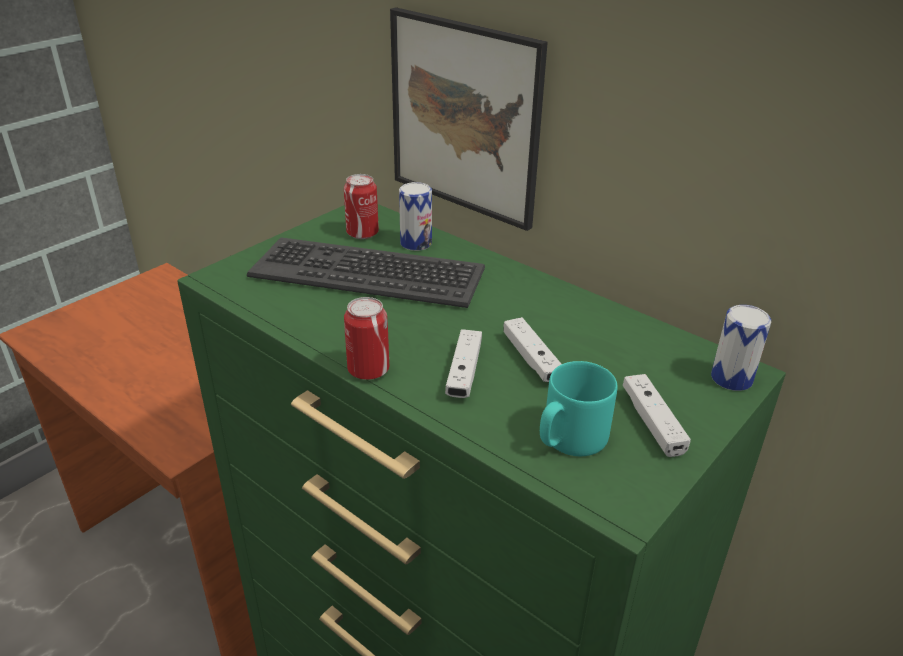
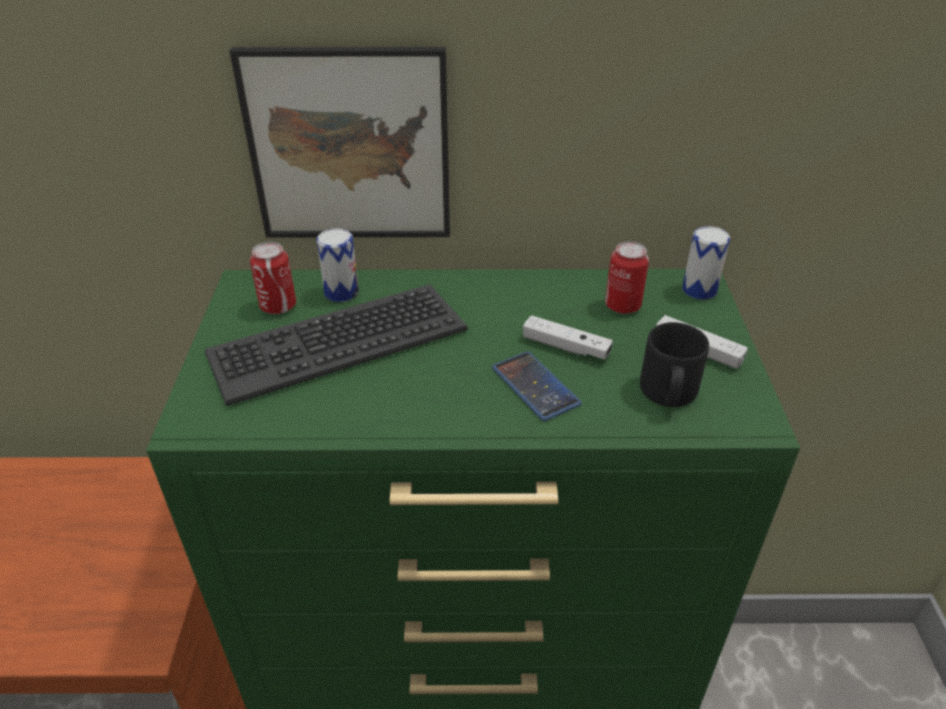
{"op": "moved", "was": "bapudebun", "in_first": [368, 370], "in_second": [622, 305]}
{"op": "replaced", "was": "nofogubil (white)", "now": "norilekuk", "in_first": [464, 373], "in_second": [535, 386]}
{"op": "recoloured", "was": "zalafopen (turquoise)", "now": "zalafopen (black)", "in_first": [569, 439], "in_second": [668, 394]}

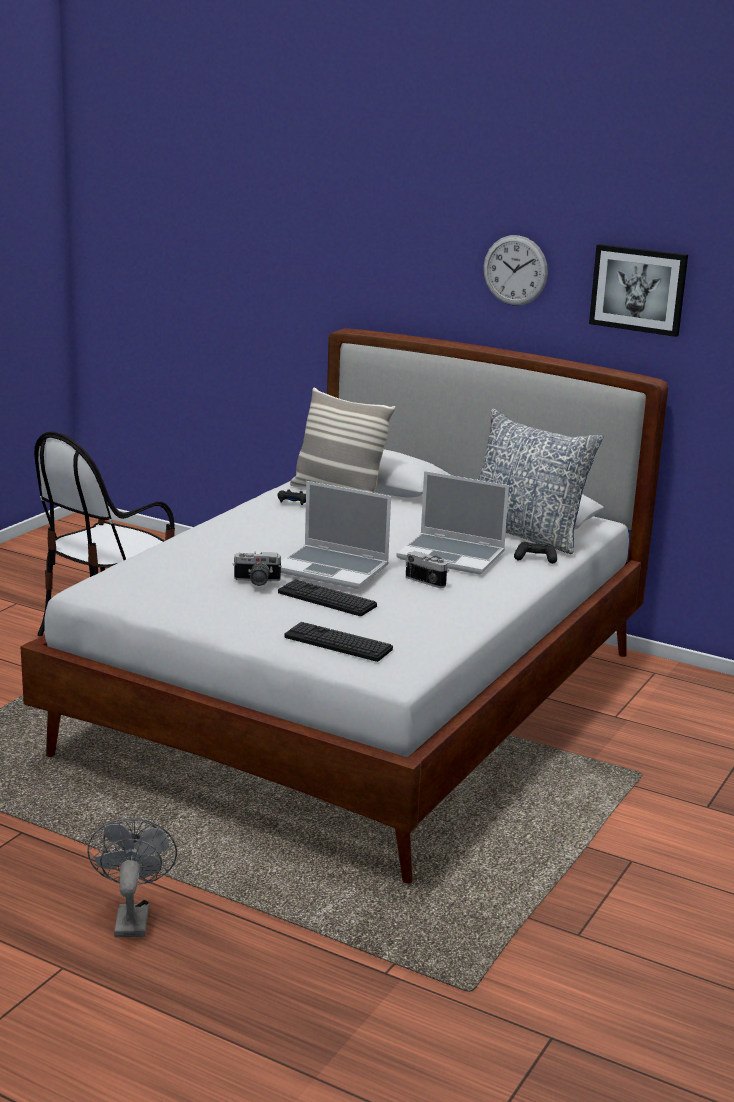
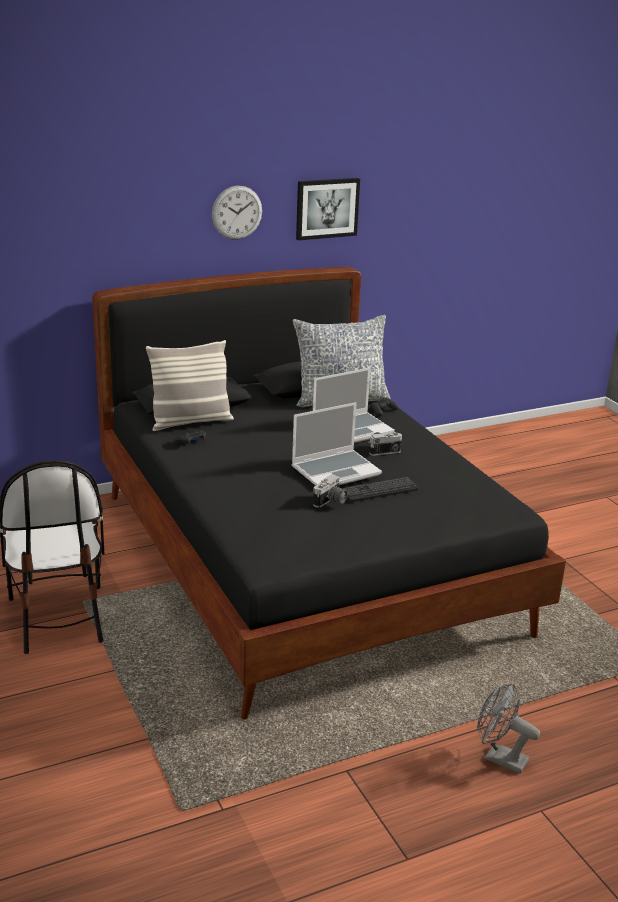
{"op": "recoloured", "was": "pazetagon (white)", "now": "pazetagon (black)", "in_first": [362, 704], "in_second": [305, 563]}
{"op": "removed", "was": "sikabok", "in_first": [338, 643]}

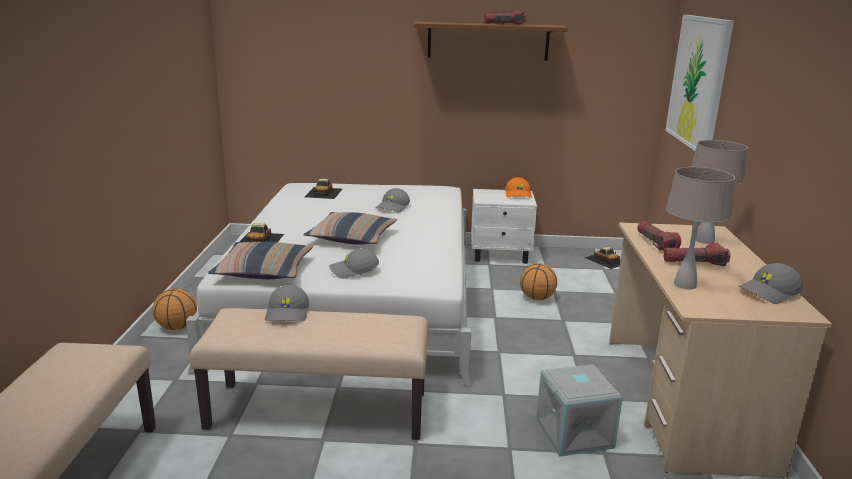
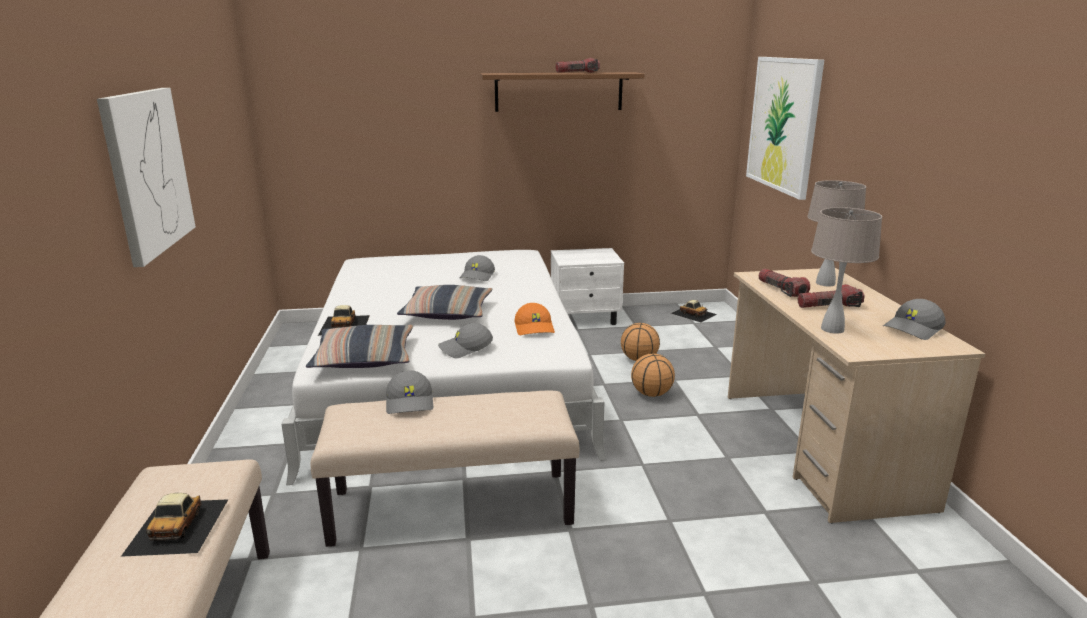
{"op": "moved", "was": "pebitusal", "in_first": [177, 327], "in_second": [652, 394]}
{"op": "moved", "was": "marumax", "in_first": [324, 192], "in_second": [178, 526]}
{"op": "moved", "was": "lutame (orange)", "in_first": [518, 194], "in_second": [535, 328]}
{"op": "removed", "was": "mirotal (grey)", "in_first": [574, 432]}
{"op": "added", "now": "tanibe", "in_second": [148, 172]}

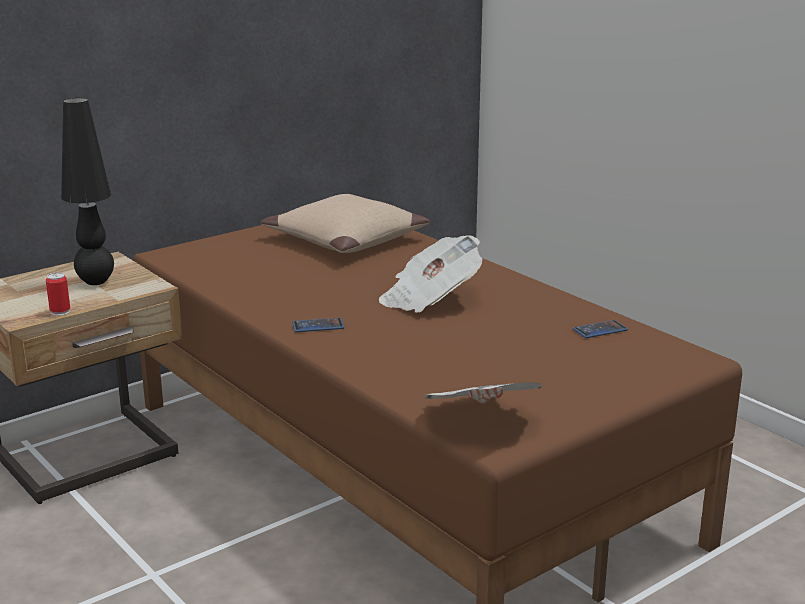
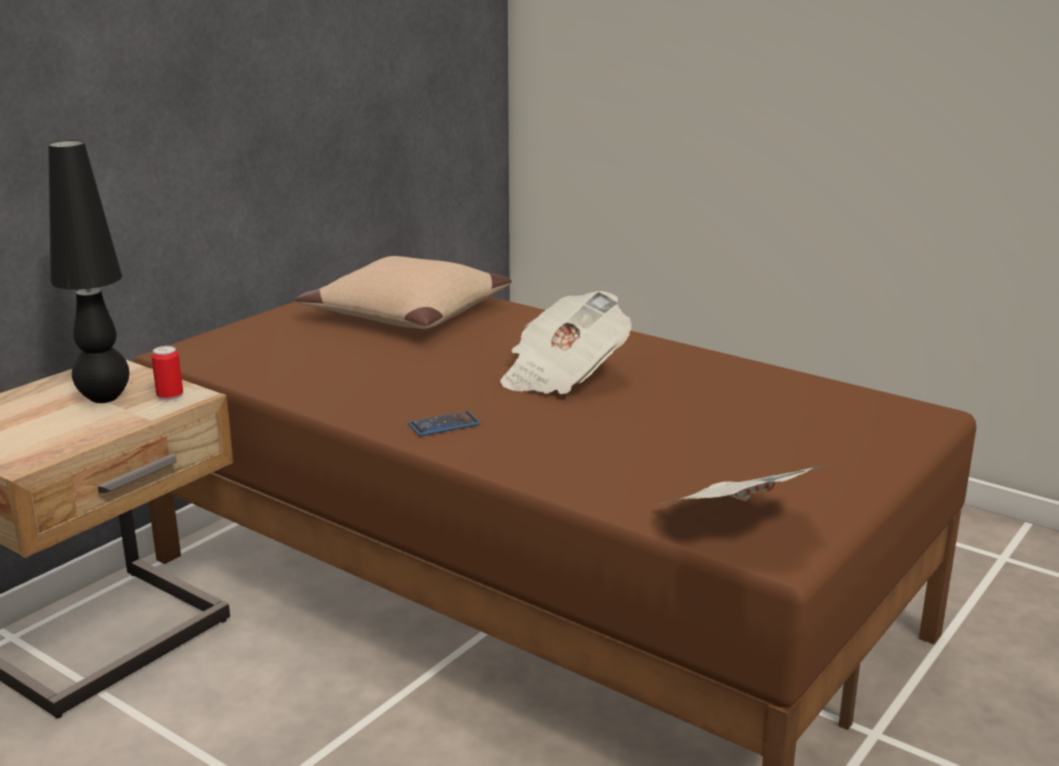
{"op": "moved", "was": "bapudebun", "in_first": [60, 312], "in_second": [170, 397]}
{"op": "removed", "was": "norilekuk", "in_first": [600, 330]}

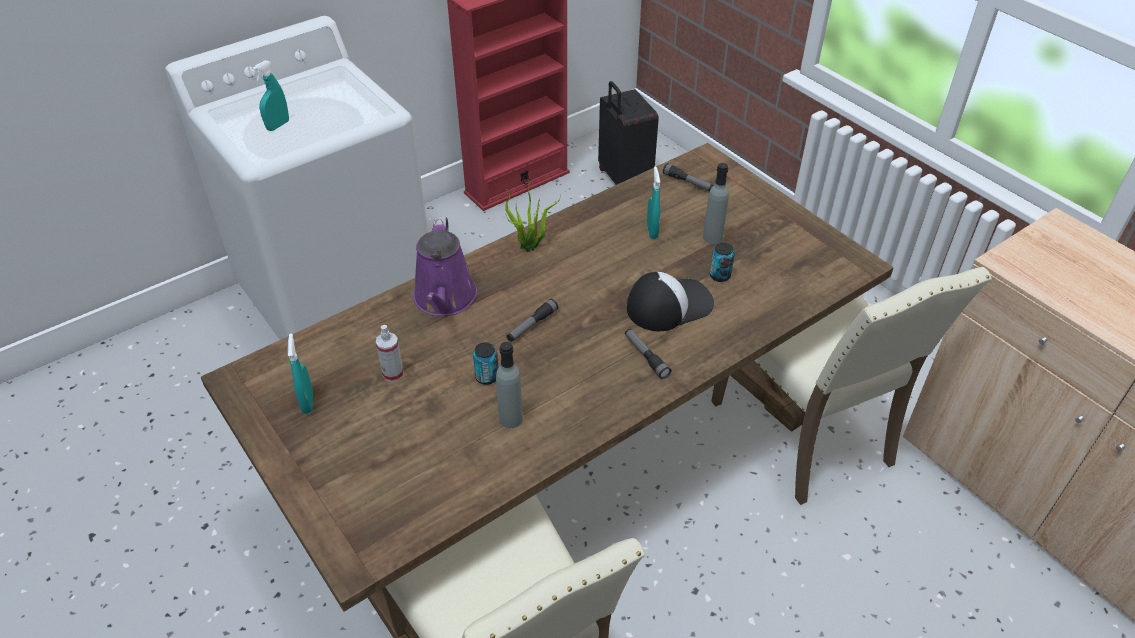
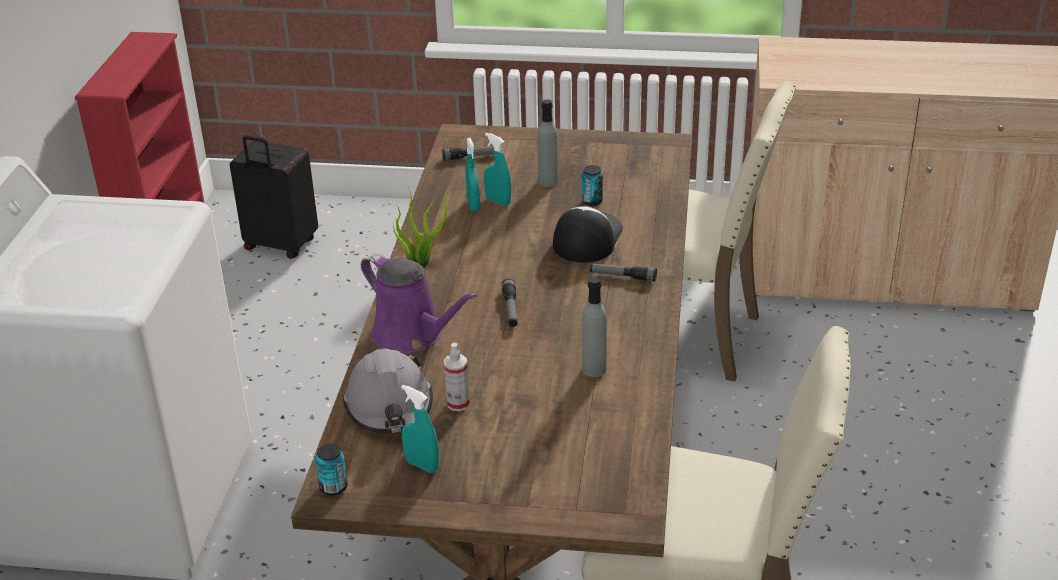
{"op": "moved", "was": "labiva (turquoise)", "in_first": [278, 125], "in_second": [473, 205]}
{"op": "moved", "was": "bapudebun", "in_first": [487, 377], "in_second": [333, 487]}
{"op": "added", "now": "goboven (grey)", "in_second": [389, 406]}

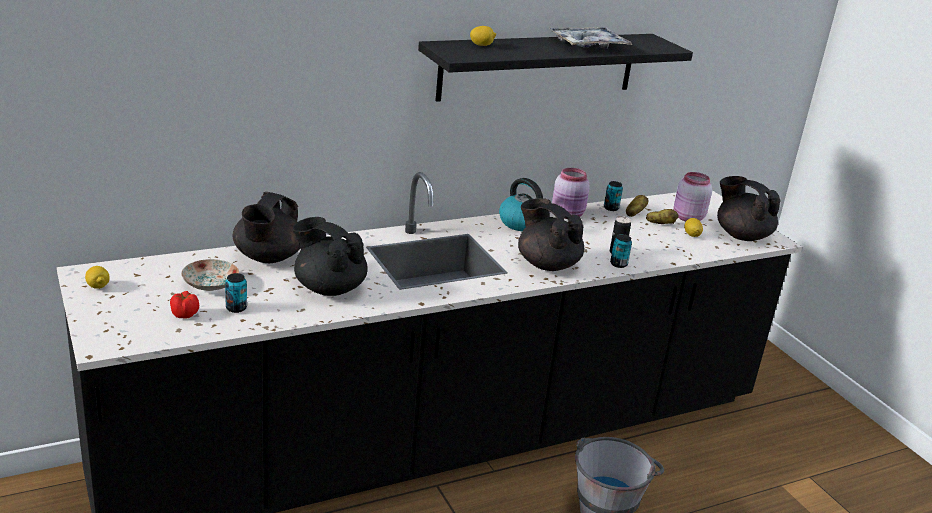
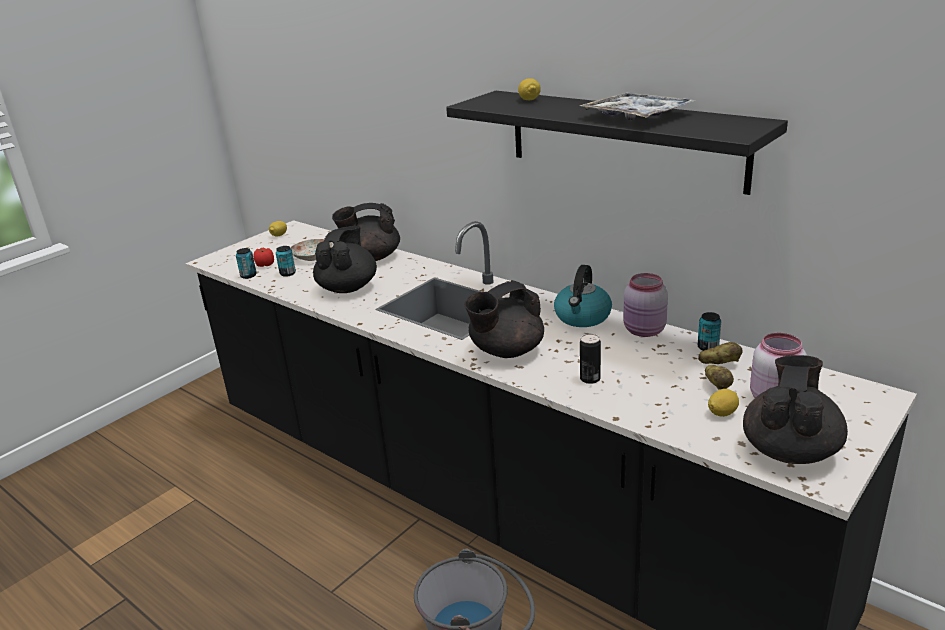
{"op": "turned", "was": "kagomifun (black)", "in_first": [547, 264], "in_second": [506, 351], "clockwise": -150}
{"op": "moved", "was": "bapudebun", "in_first": [618, 264], "in_second": [248, 275]}

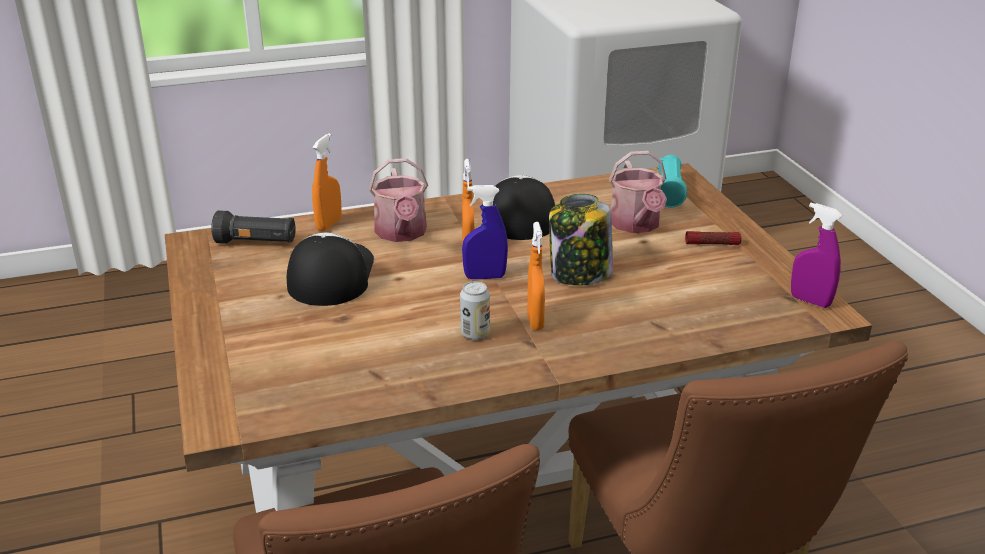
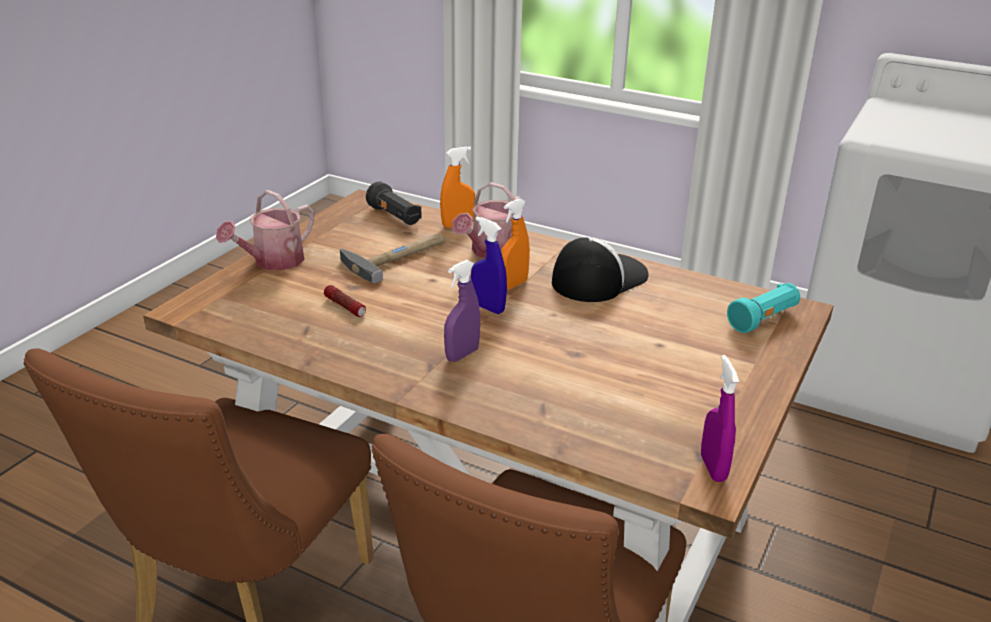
{"op": "replaced", "was": "lutame", "now": "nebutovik", "in_first": [330, 275], "in_second": [397, 257]}
{"op": "removed", "was": "bapudebun", "in_first": [475, 333]}
{"op": "recoloured", "was": "labiva (orange)", "now": "labiva (purple)", "in_first": [535, 321], "in_second": [462, 354]}
{"op": "removed", "was": "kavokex", "in_first": [579, 274]}
{"op": "moved", "was": "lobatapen", "in_first": [636, 225], "in_second": [273, 262]}
{"op": "moved", "was": "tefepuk", "in_first": [712, 244], "in_second": [345, 307]}

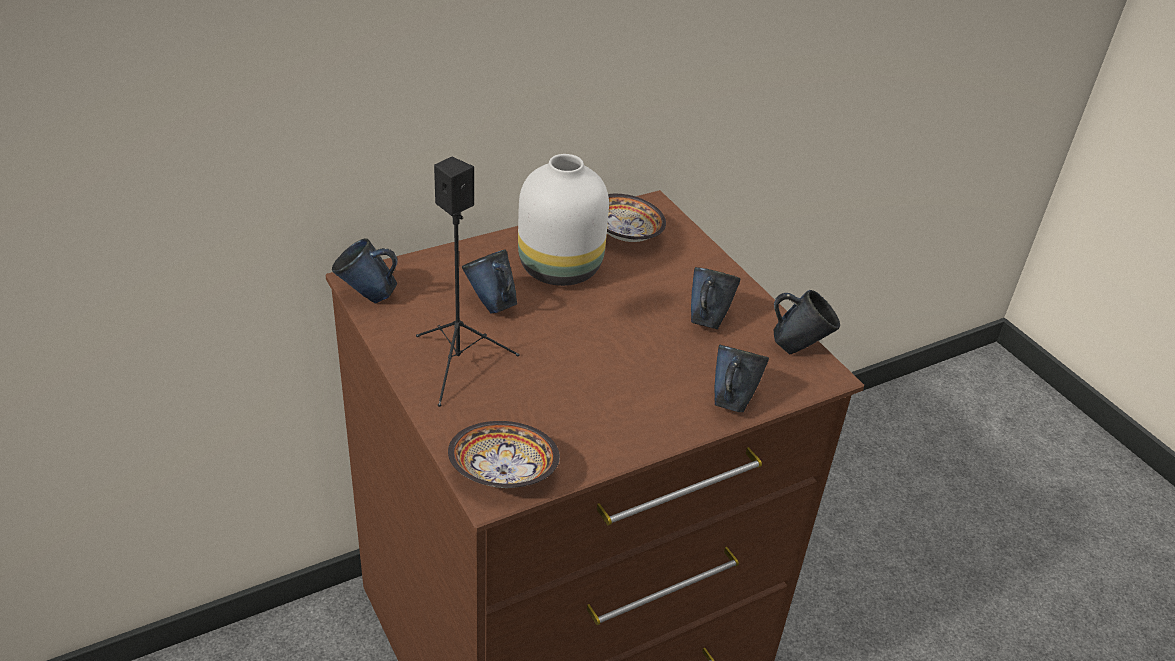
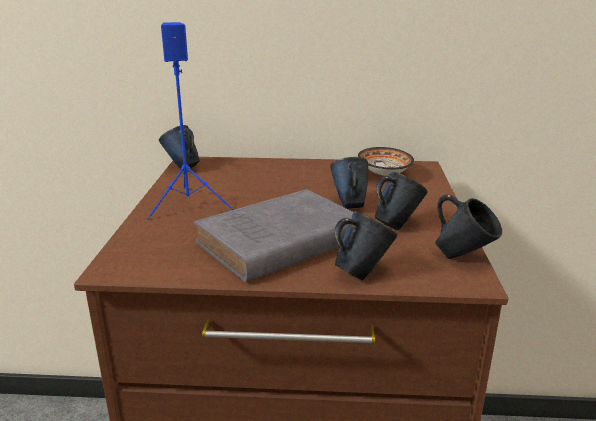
{"op": "recoloured", "was": "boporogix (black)", "now": "boporogix (blue)", "in_first": [459, 364], "in_second": [189, 204]}
{"op": "removed", "was": "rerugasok", "in_first": [505, 476]}
{"op": "moved", "was": "zalafopen (blue)", "in_first": [492, 305], "in_second": [349, 205]}
{"op": "removed", "was": "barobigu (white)", "in_first": [561, 267]}
{"op": "added", "now": "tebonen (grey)", "in_second": [276, 242]}

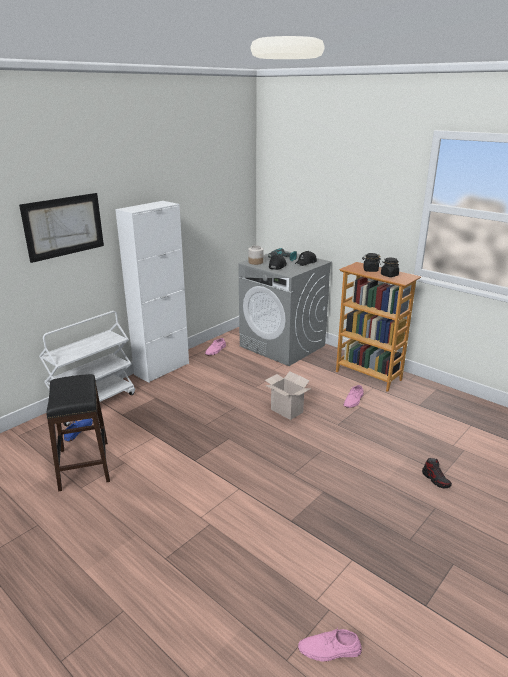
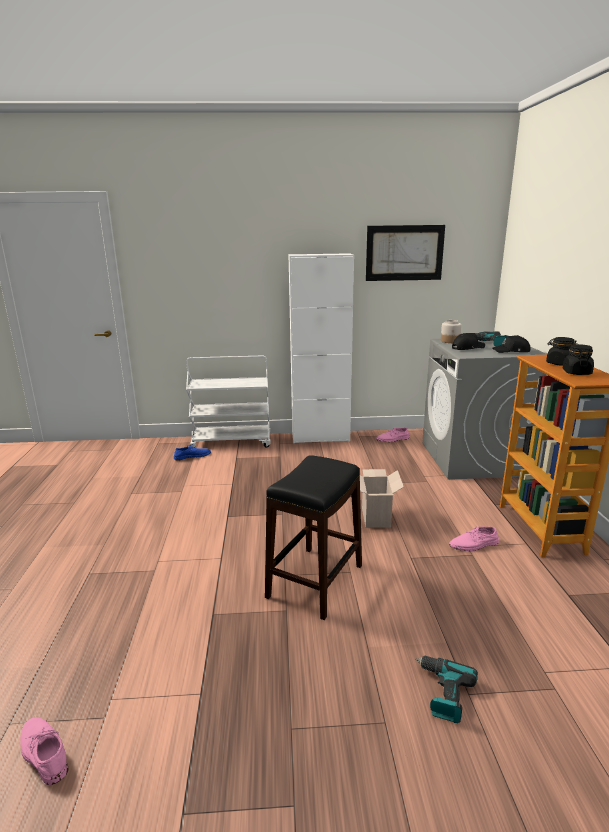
{"op": "moved", "was": "tanibe", "in_first": [64, 226], "in_second": [404, 253]}
{"op": "moved", "was": "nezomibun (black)", "in_first": [84, 465], "in_second": [314, 581]}
{"op": "replaced", "was": "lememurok", "now": "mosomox", "in_first": [436, 479], "in_second": [443, 693]}

